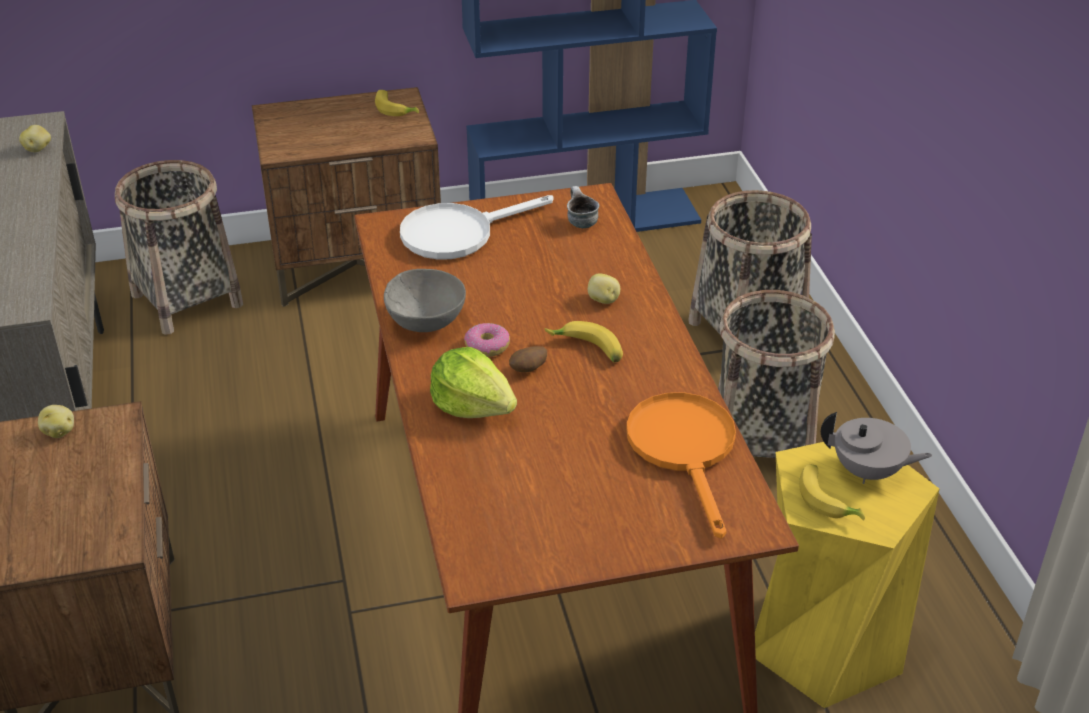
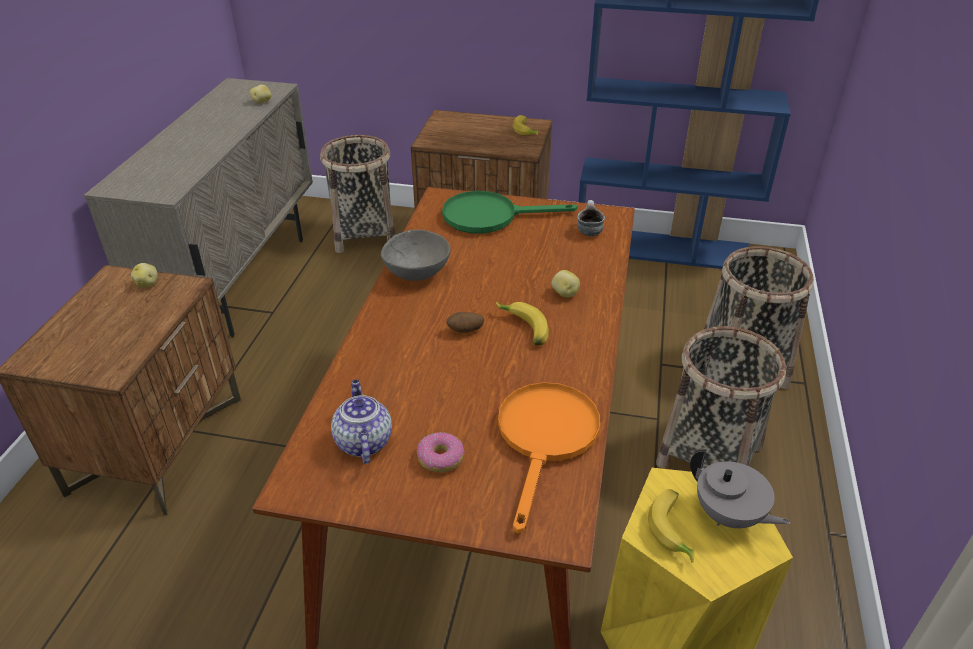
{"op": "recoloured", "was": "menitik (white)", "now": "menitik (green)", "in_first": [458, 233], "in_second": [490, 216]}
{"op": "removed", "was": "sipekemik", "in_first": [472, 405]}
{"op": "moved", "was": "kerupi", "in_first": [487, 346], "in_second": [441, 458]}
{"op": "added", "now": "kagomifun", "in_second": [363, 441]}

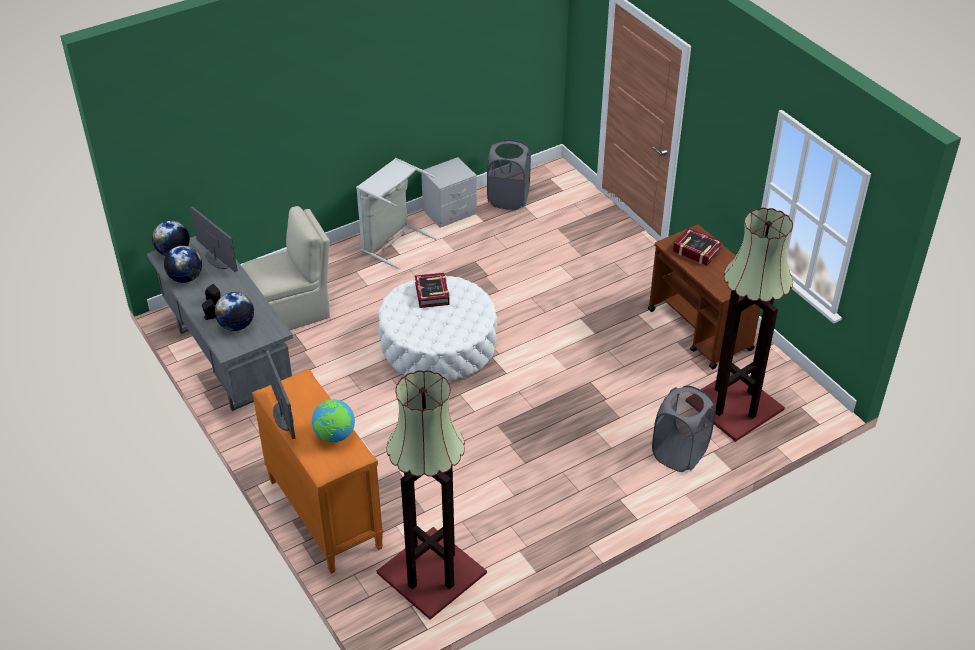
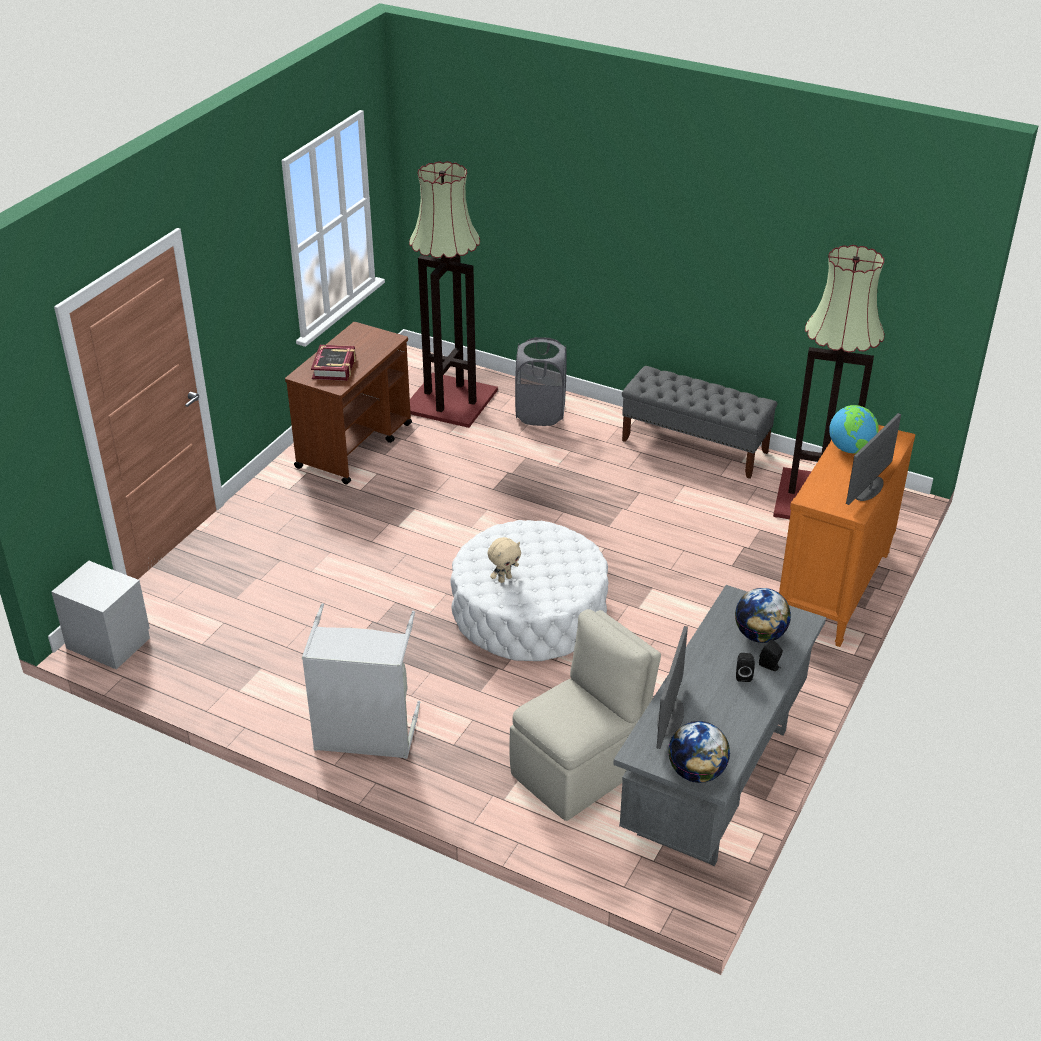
{"op": "removed", "was": "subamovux", "in_first": [186, 278]}
{"op": "turned", "was": "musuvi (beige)", "in_first": [291, 311], "in_second": [580, 769], "clockwise": 105}
{"op": "replaced", "was": "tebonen", "now": "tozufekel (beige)", "in_first": [432, 294], "in_second": [504, 579]}
{"op": "moved", "was": "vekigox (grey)", "in_first": [449, 212], "in_second": [108, 643]}
{"op": "removed", "was": "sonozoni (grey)", "in_first": [508, 198]}
{"op": "added", "now": "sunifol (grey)", "in_second": [695, 446]}

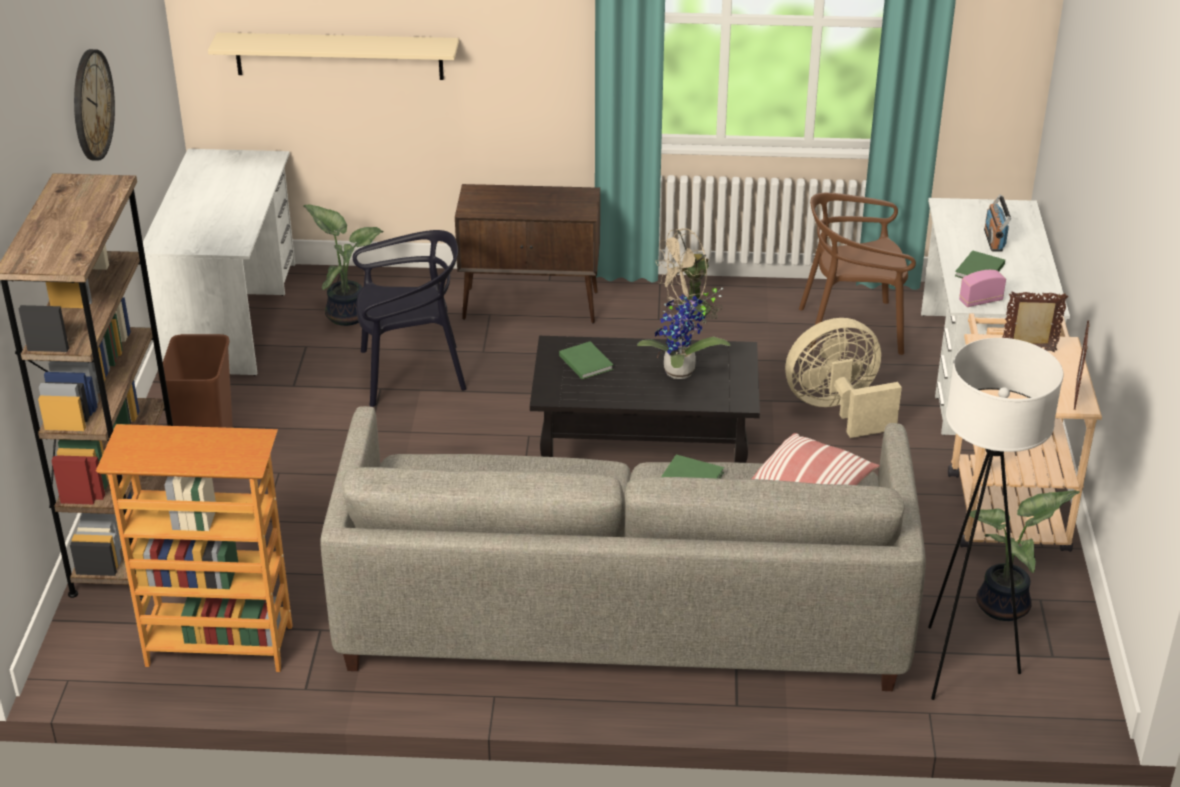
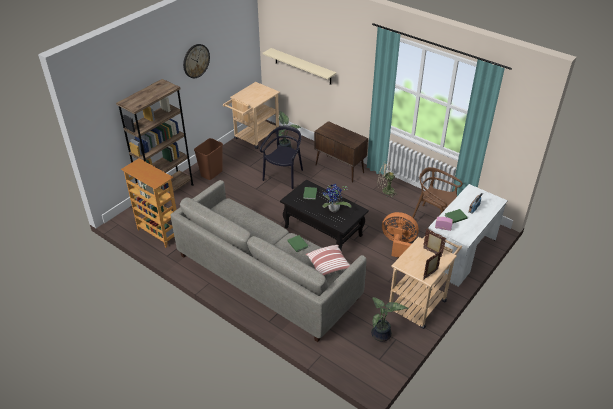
{"op": "replaced", "was": "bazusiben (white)", "now": "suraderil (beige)", "in_first": [231, 316], "in_second": [254, 138]}
{"op": "turned", "was": "musuvi (black)", "in_first": [411, 373], "in_second": [284, 176], "clockwise": -90}
{"op": "recoloured", "was": "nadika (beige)", "now": "nadika (orange)", "in_first": [838, 410], "in_second": [398, 244]}
{"op": "removed", "was": "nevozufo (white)", "in_first": [959, 664]}

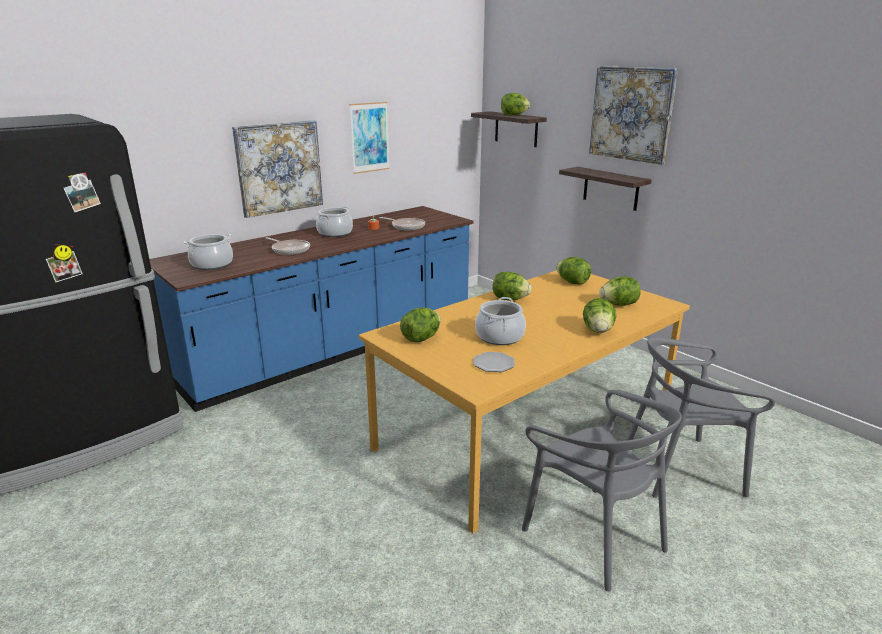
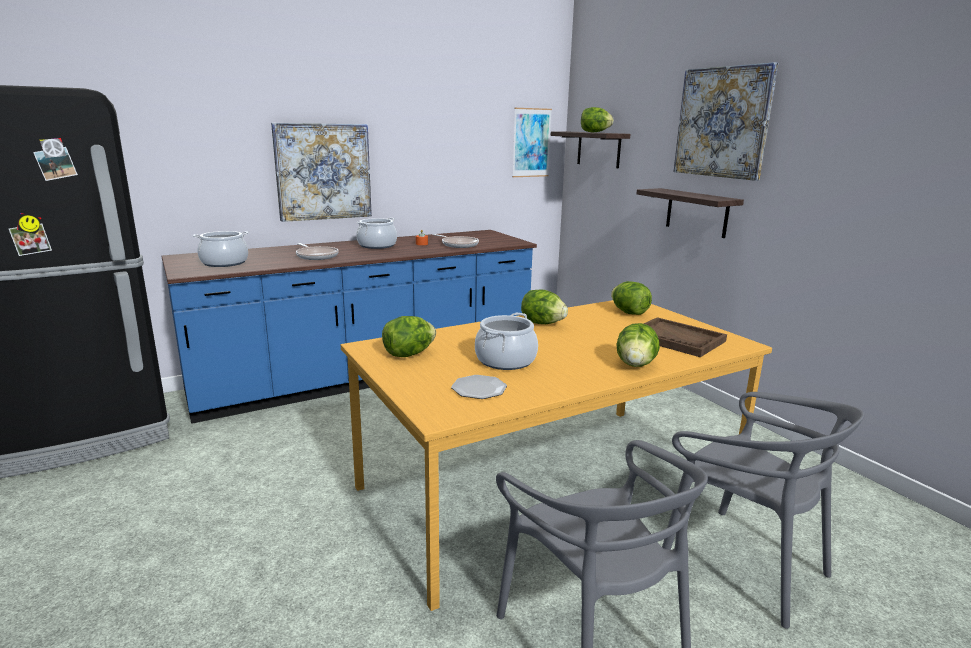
{"op": "moved", "was": "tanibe", "in_first": [369, 137], "in_second": [531, 143]}
{"op": "replaced", "was": "sipekemik", "now": "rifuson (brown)", "in_first": [619, 304], "in_second": [677, 339]}
{"op": "turned", "was": "musuvi (grey)", "in_first": [682, 469], "in_second": [743, 564], "clockwise": -135}

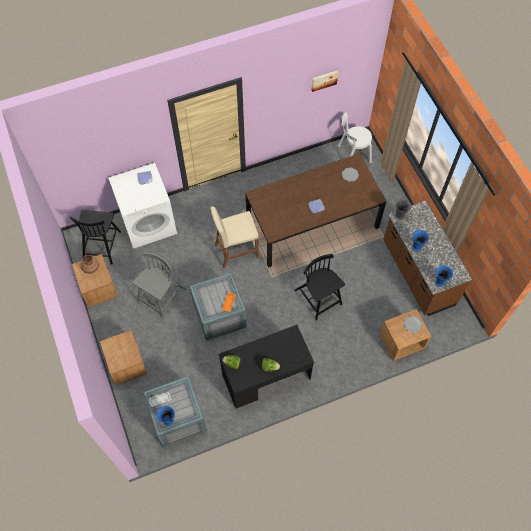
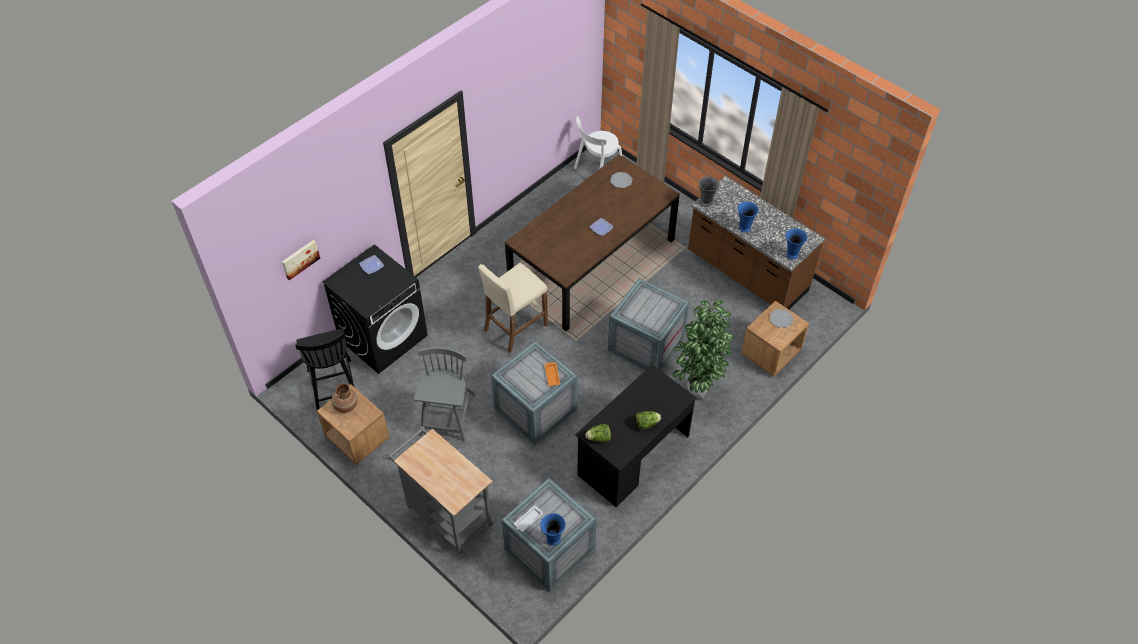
{"op": "replaced", "was": "vekigox (brown)", "now": "suraderil (grey)", "in_first": [126, 364], "in_second": [445, 513]}
{"op": "recoloured", "was": "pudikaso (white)", "now": "pudikaso (black)", "in_first": [149, 223], "in_second": [383, 337]}
{"op": "replaced", "was": "musuvi (black)", "now": "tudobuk", "in_first": [318, 298], "in_second": [646, 342]}
{"op": "moved", "was": "tanibe", "in_first": [324, 80], "in_second": [300, 259]}
{"op": "added", "now": "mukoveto", "in_second": [697, 394]}

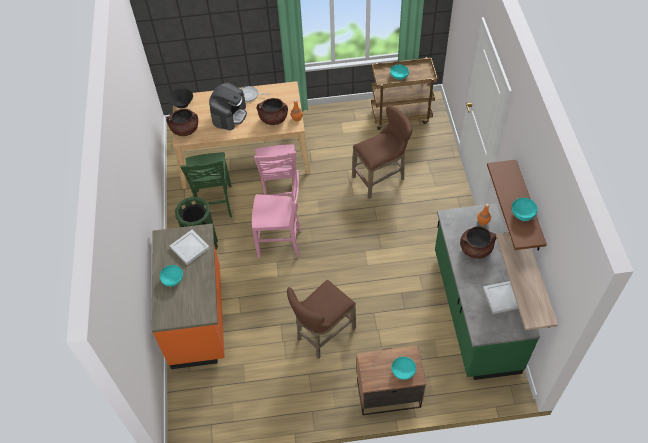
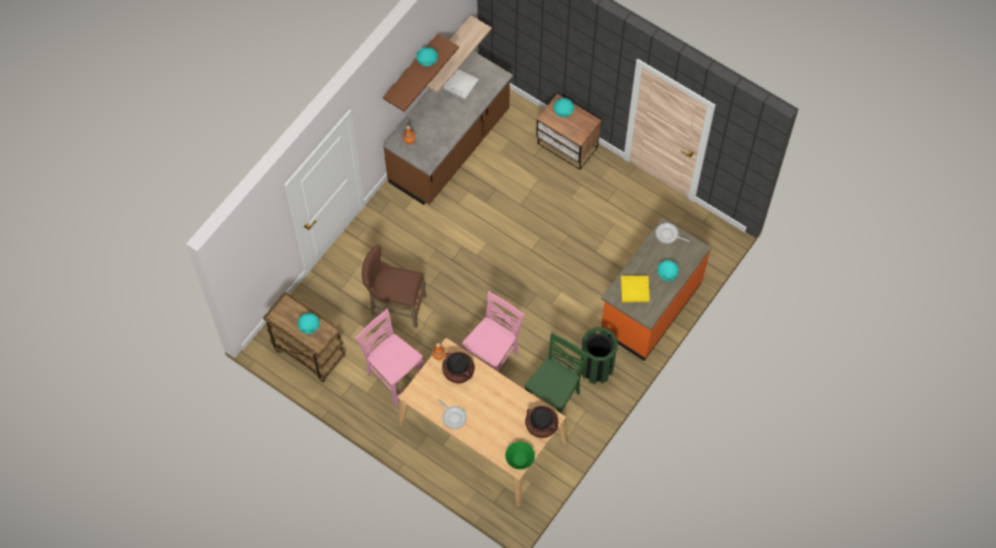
{"op": "recoloured", "was": "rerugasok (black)", "now": "rerugasok (green)", "in_first": [182, 104], "in_second": [520, 459]}
{"op": "recoloured", "was": "rifuson (white)", "now": "rifuson (yellow)", "in_first": [189, 248], "in_second": [635, 289]}
{"op": "removed", "was": "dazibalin", "in_first": [229, 115]}
{"op": "moved", "was": "musuvi (pink)", "in_first": [281, 243], "in_second": [394, 377]}
{"op": "removed", "was": "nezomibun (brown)", "in_first": [322, 335]}
{"op": "recoloured", "was": "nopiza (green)", "now": "nopiza (brown)", "in_first": [474, 311], "in_second": [450, 147]}
{"op": "removed", "was": "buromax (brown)", "in_first": [475, 249]}
{"op": "added", "now": "menitik", "in_second": [668, 235]}

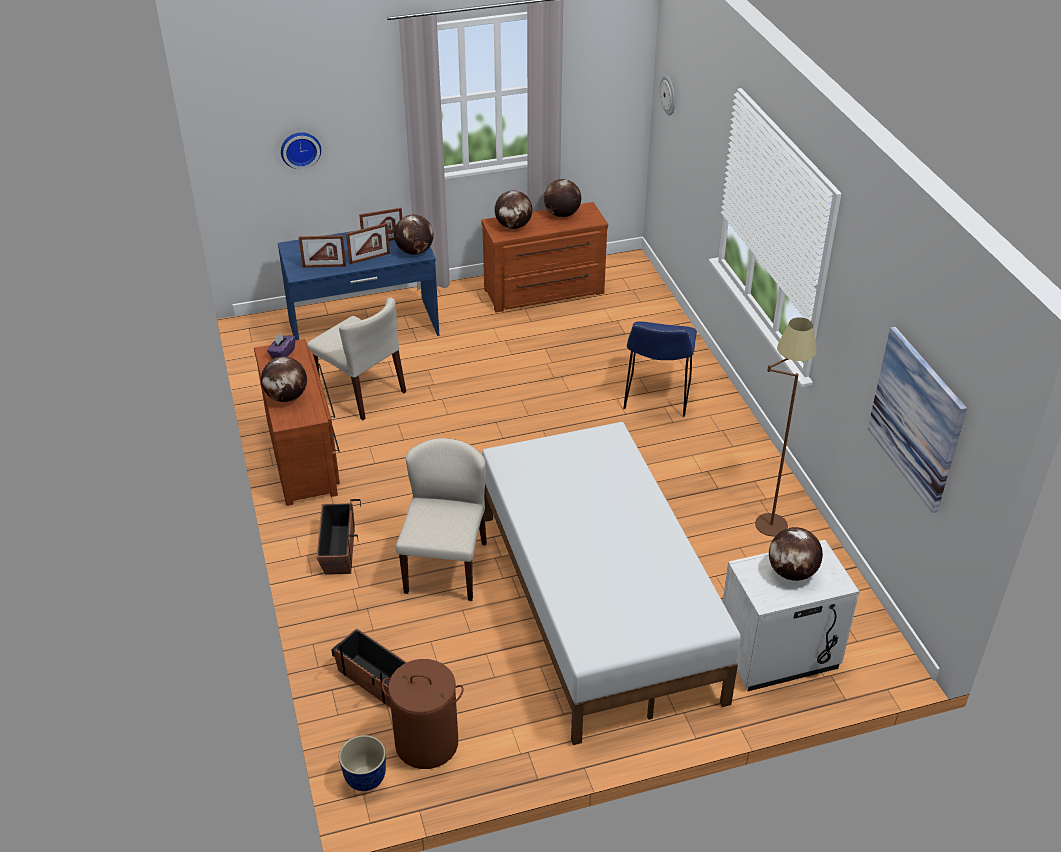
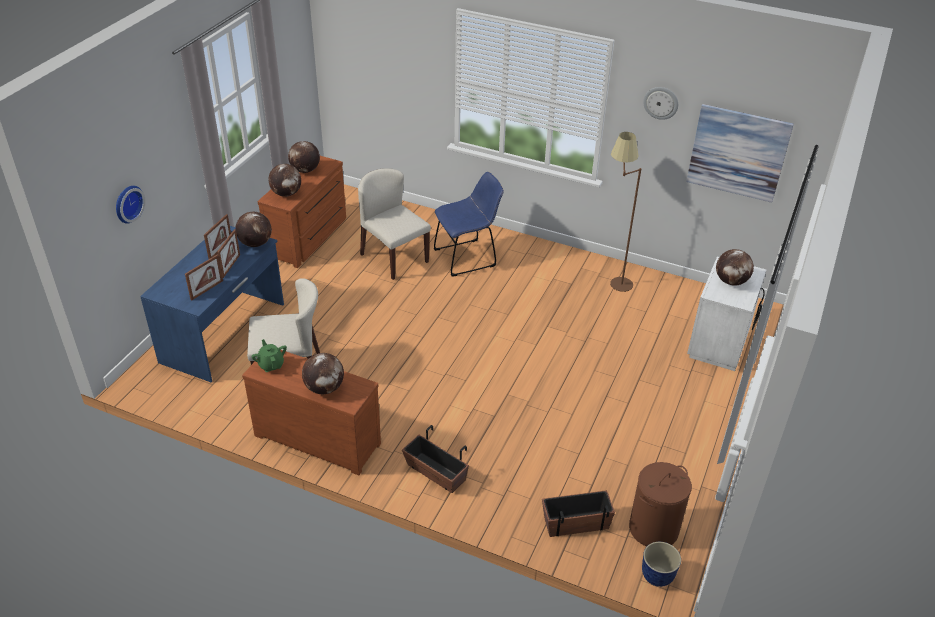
{"op": "replaced", "was": "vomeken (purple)", "now": "kagomifun (green)", "in_first": [282, 353], "in_second": [271, 364]}
{"op": "moved", "was": "musuvi (beige)", "in_first": [445, 566], "in_second": [393, 258]}
{"op": "removed", "was": "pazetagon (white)", "in_first": [597, 605]}
{"op": "turned", "was": "musuvi (blue)", "in_first": [657, 397], "in_second": [468, 257], "clockwise": -75}
{"op": "moved", "was": "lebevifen", "in_first": [668, 95], "in_second": [661, 102]}

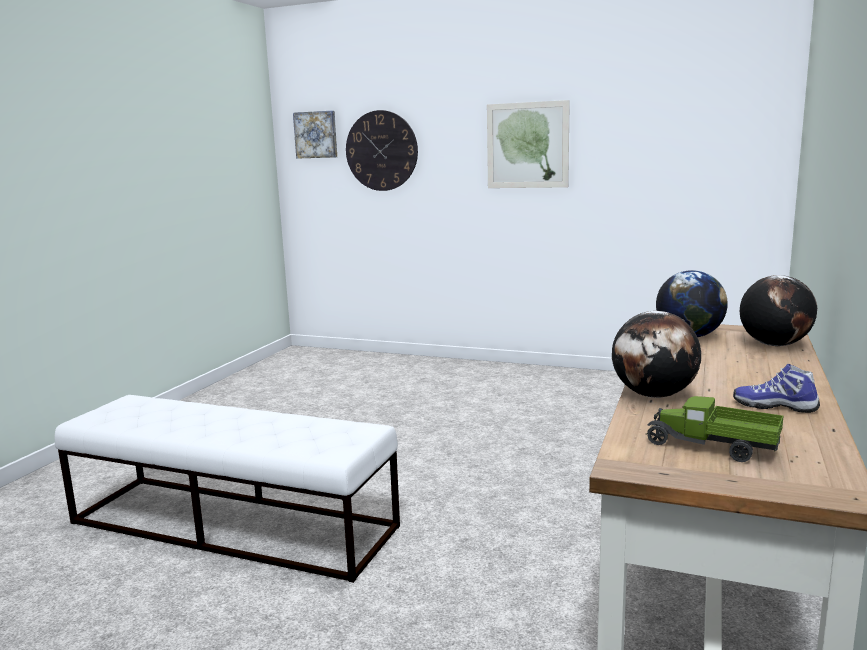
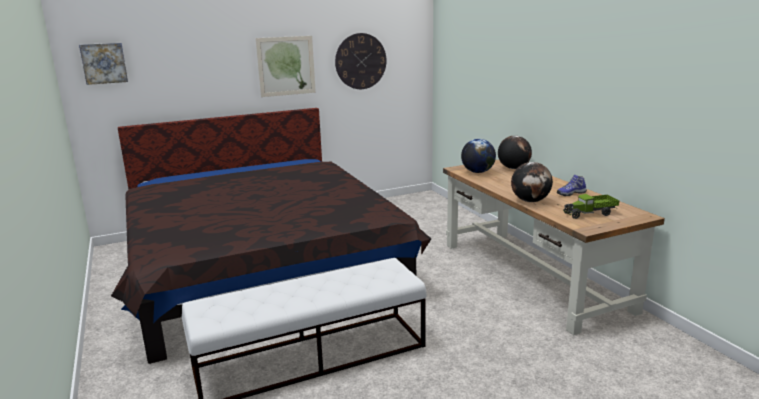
{"op": "moved", "was": "lebevifen", "in_first": [381, 151], "in_second": [360, 61]}
{"op": "added", "now": "pazetagon", "in_second": [261, 266]}

